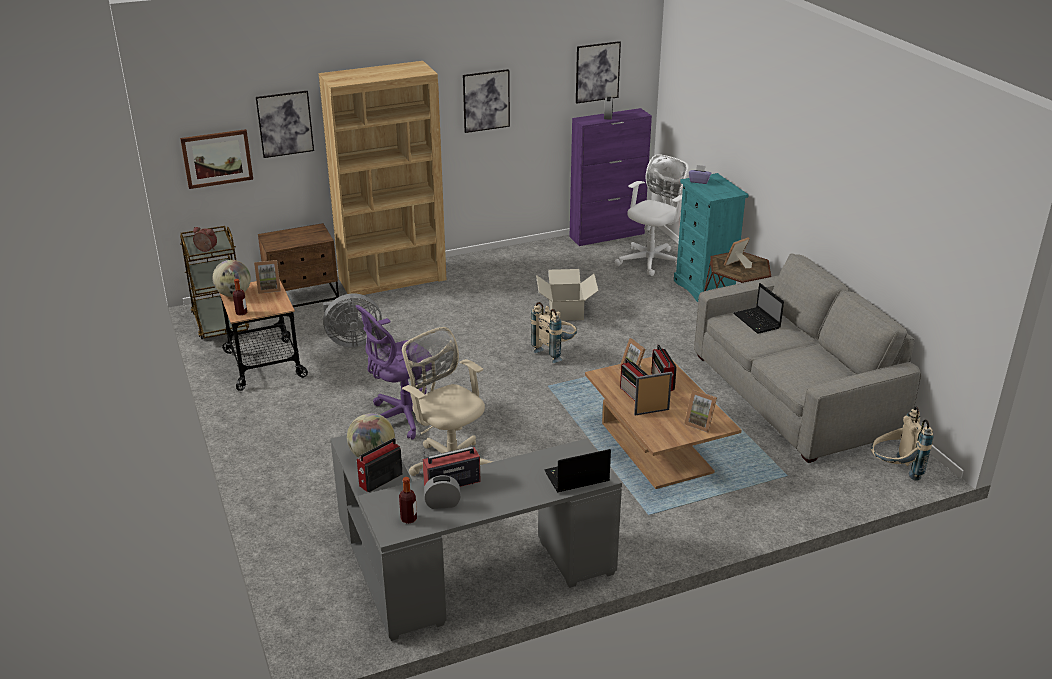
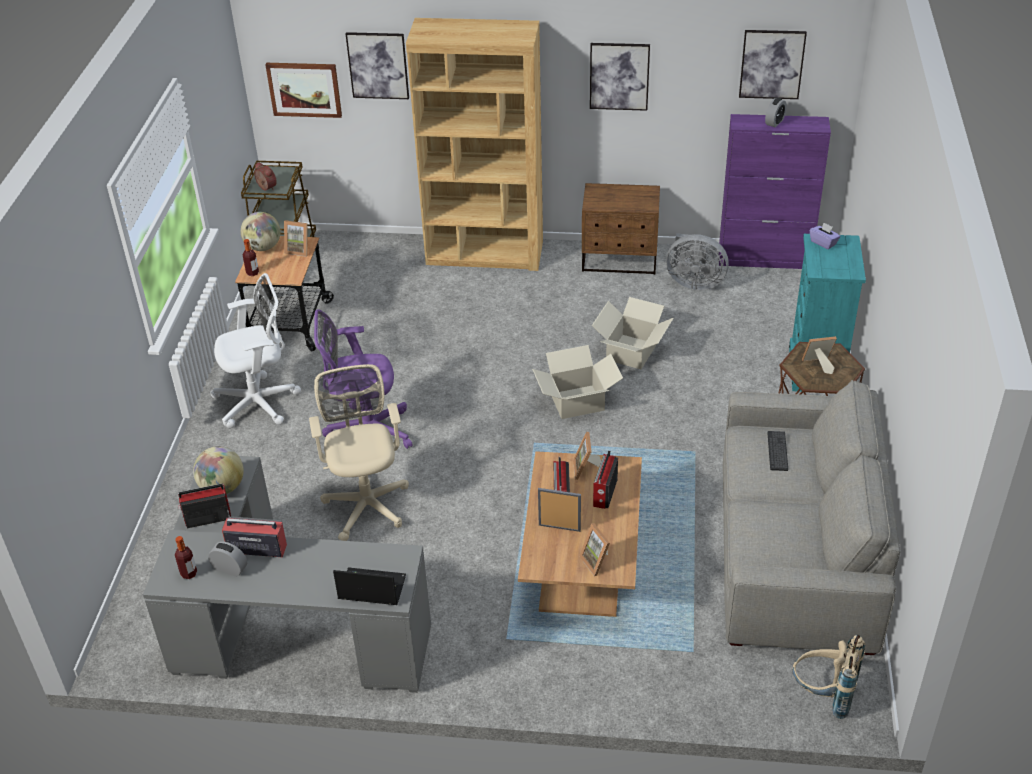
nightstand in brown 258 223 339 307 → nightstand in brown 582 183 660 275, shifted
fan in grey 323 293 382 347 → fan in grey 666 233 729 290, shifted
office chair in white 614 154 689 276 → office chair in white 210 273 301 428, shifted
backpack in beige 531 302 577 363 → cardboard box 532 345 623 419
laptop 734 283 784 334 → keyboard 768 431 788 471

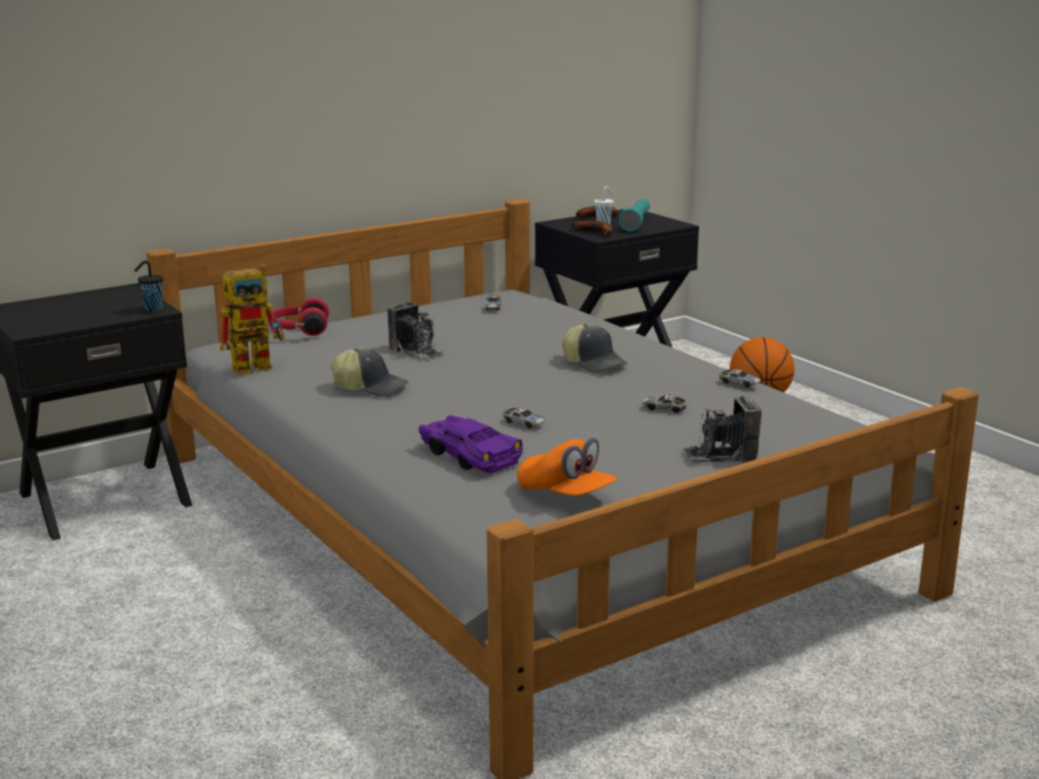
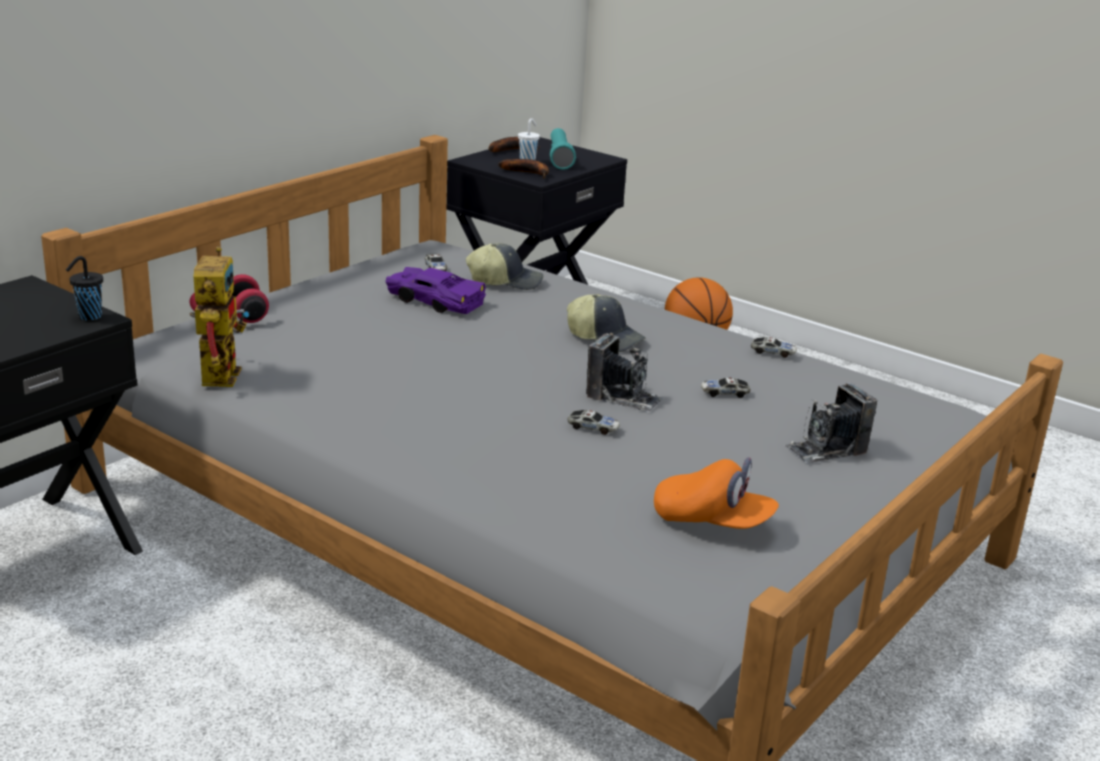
cap 330 348 409 397 → cap 466 243 544 290, shifted
photo camera 388 301 446 361 → photo camera 586 333 663 413, shifted
toy car in purple 418 415 523 474 → toy car in purple 385 267 486 314, shifted
toy robot 220 264 284 374 → toy robot 190 247 249 387, 45 degrees counterclockwise

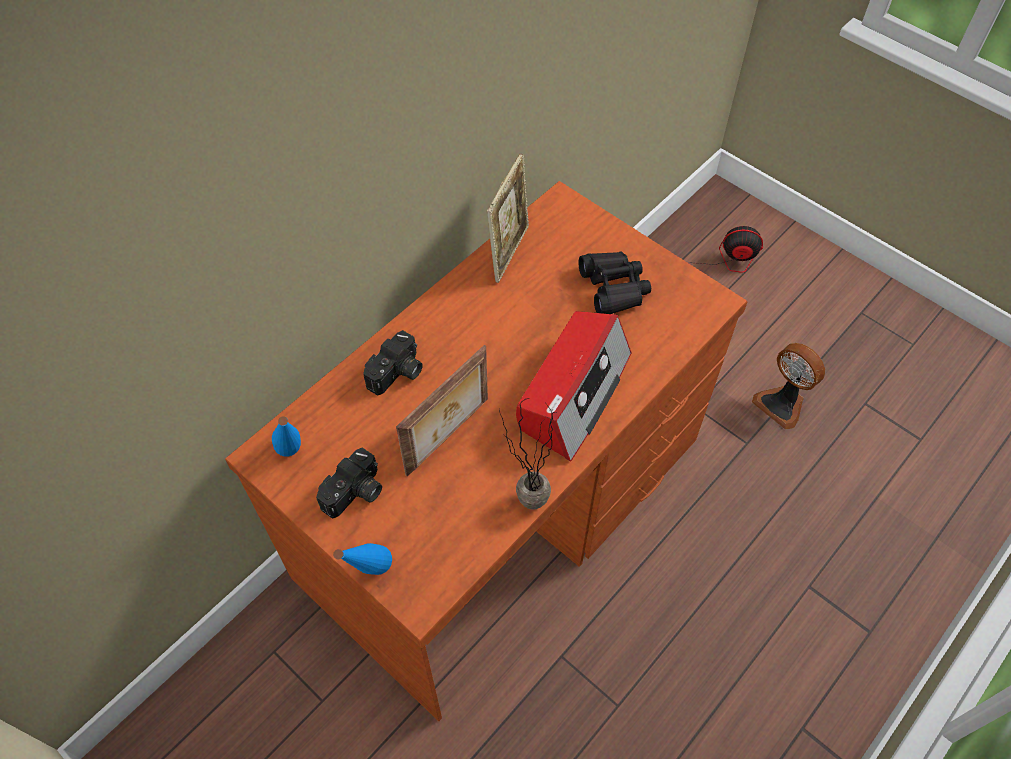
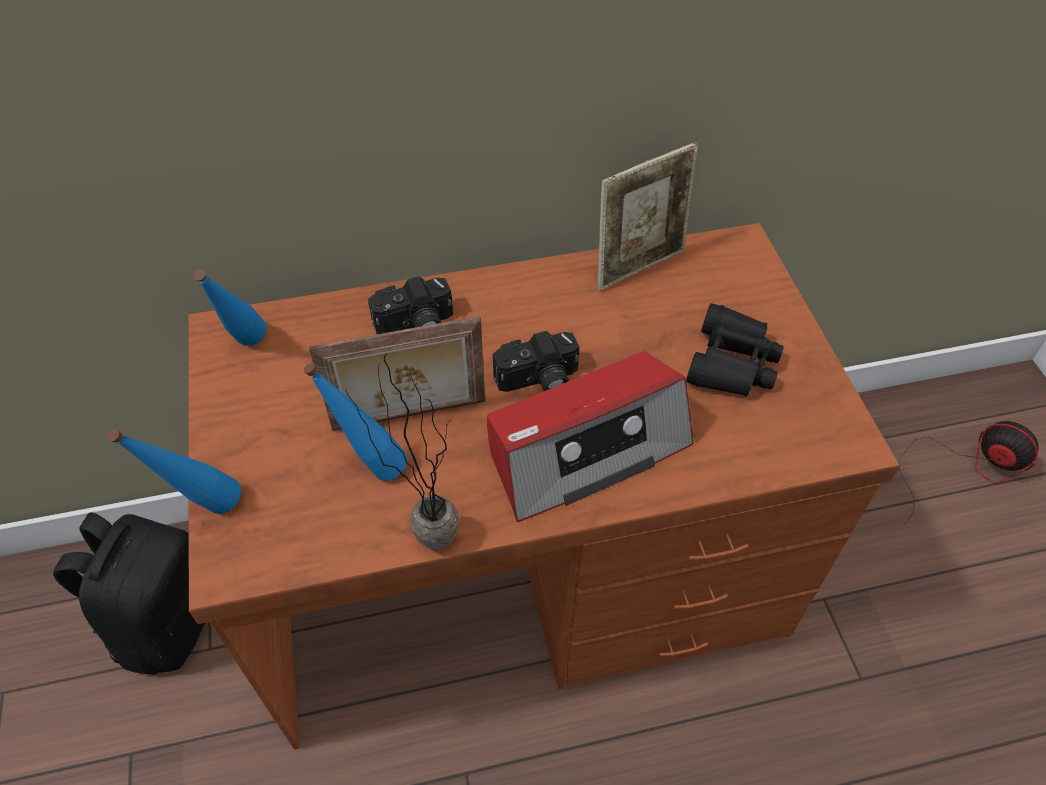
fan 752 343 825 429 → -
- → backpack in black 53 512 205 675
- → bottle in blue 303 363 408 481
photo camera 316 447 382 519 → photo camera 493 331 580 392, shifted

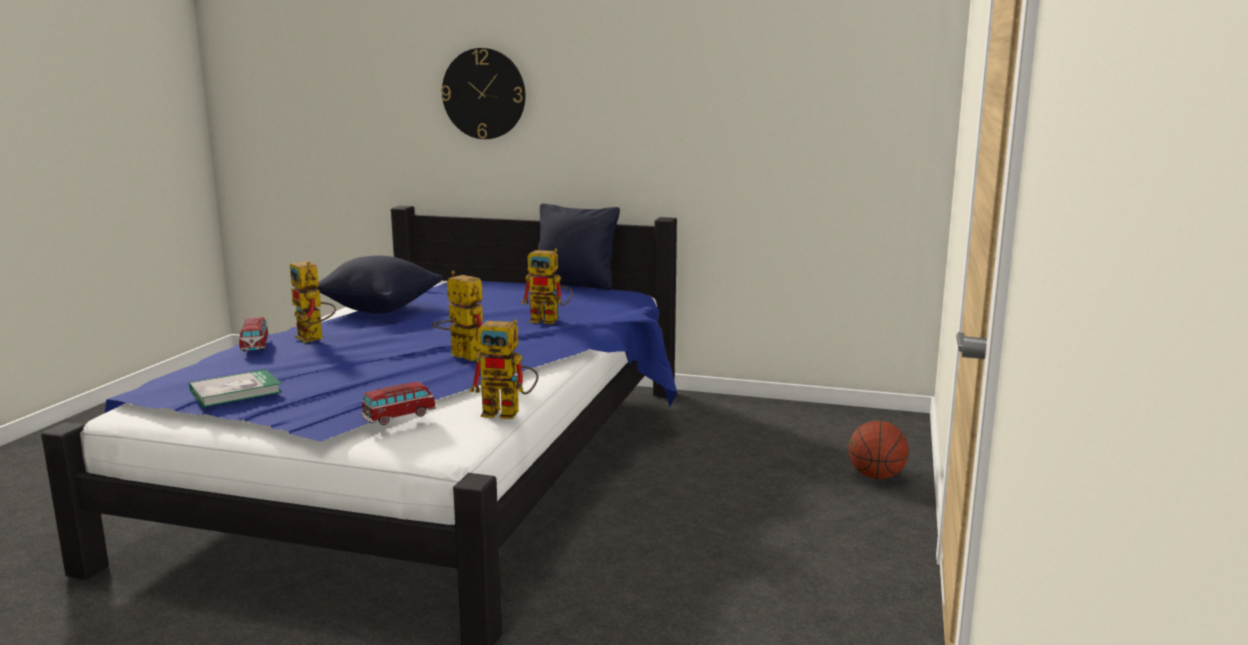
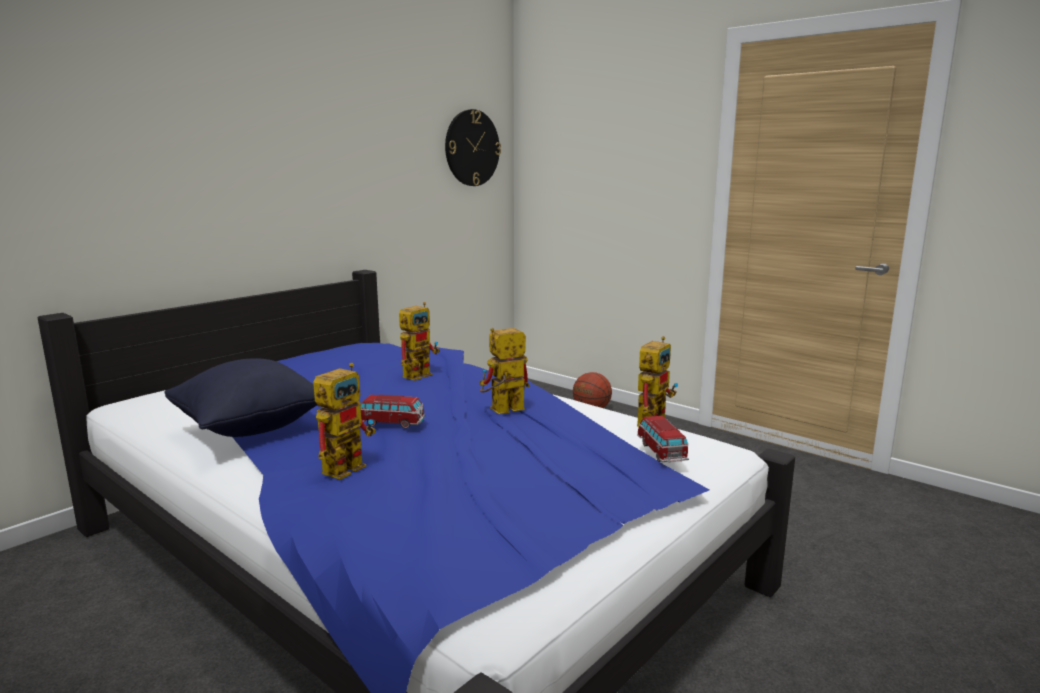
book 189 369 282 407 → -
pillow in black 537 203 620 290 → -
toy car 239 317 269 351 → toy car 361 395 425 429, shifted
wall clock 441 48 526 139 → wall clock 445 109 501 186, shifted
toy robot 290 261 336 343 → toy robot 313 363 376 480, 45 degrees counterclockwise

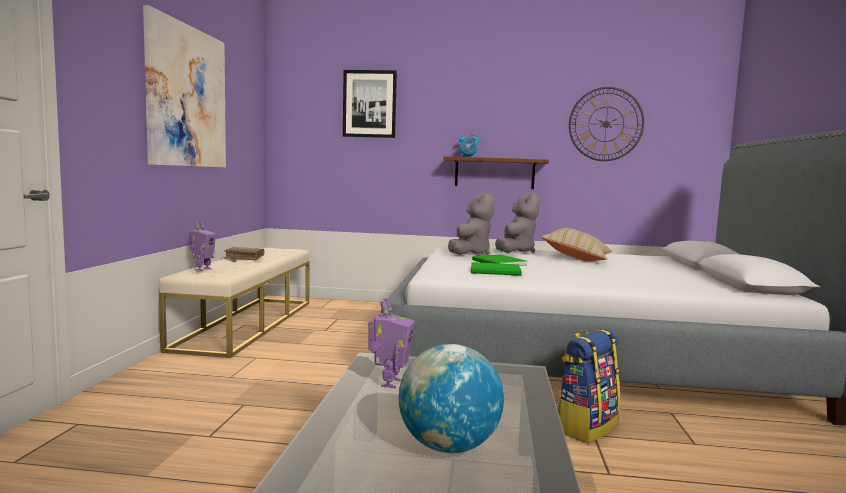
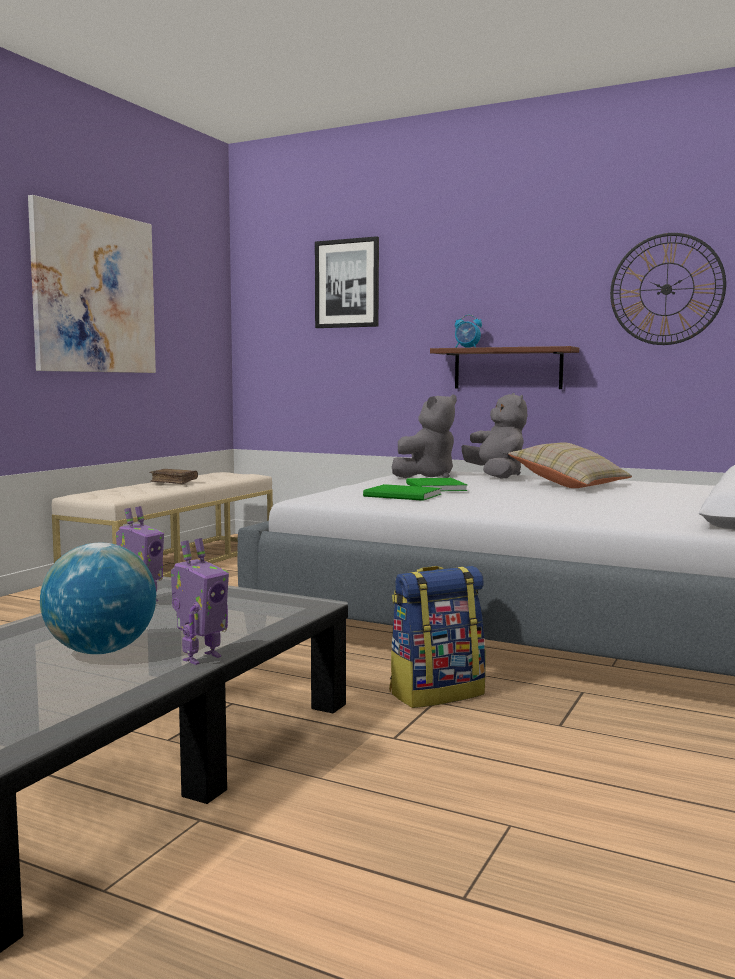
toy robot 189 220 216 271 → toy robot 171 538 229 665, shifted
plush toy in grey 495 193 540 253 → plush toy in grey 462 393 527 479, 60 degrees counterclockwise

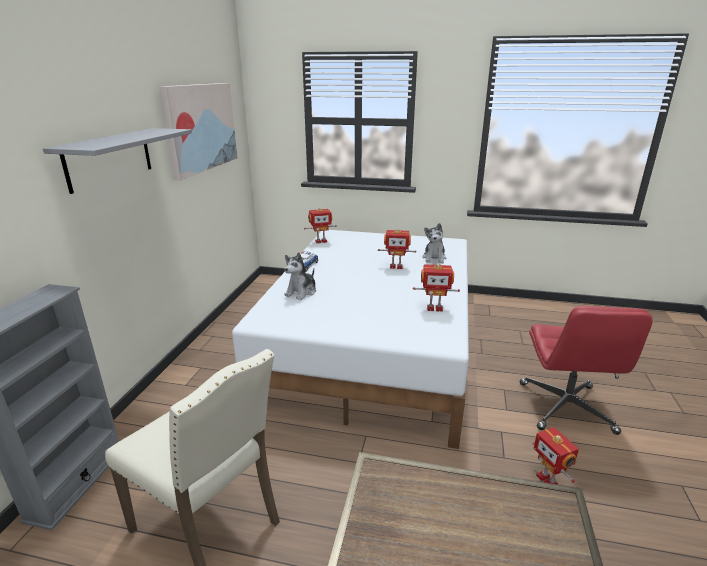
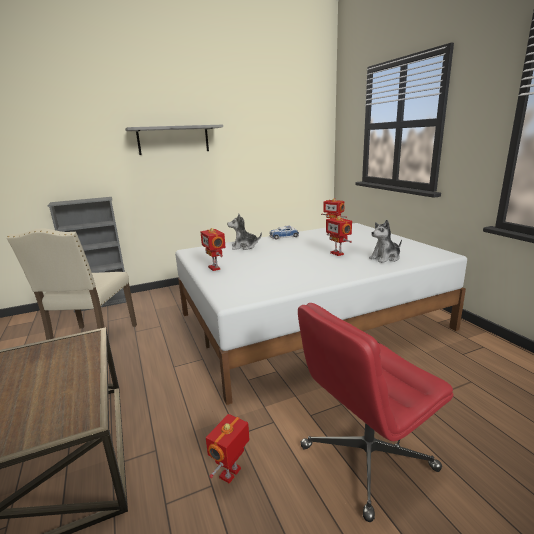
picture 160 83 238 181 → -
toy robot 413 264 460 312 → toy robot 200 228 226 271, shifted

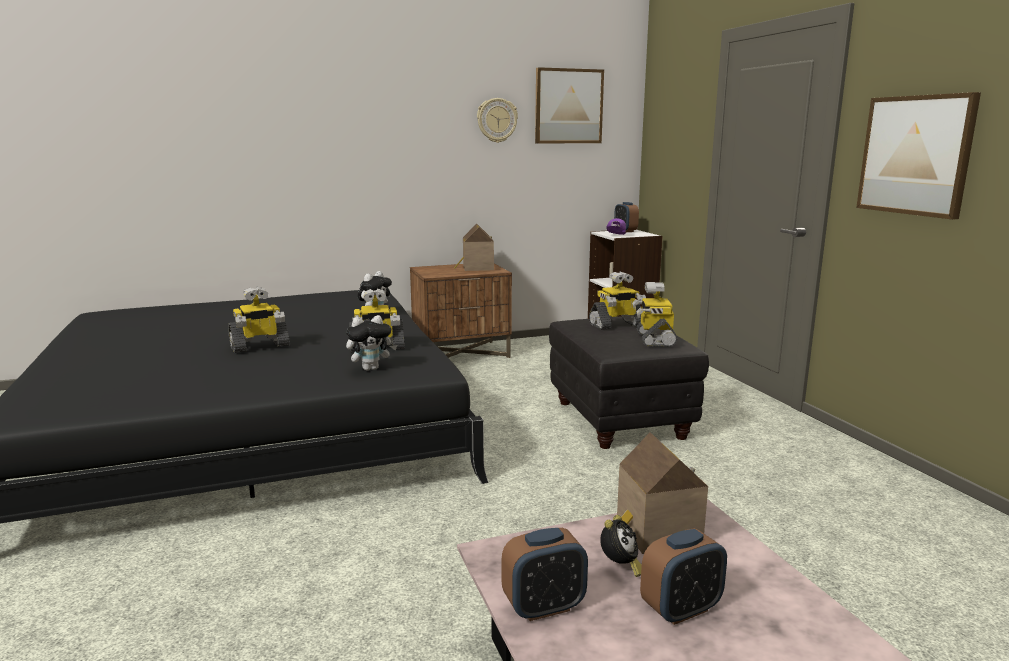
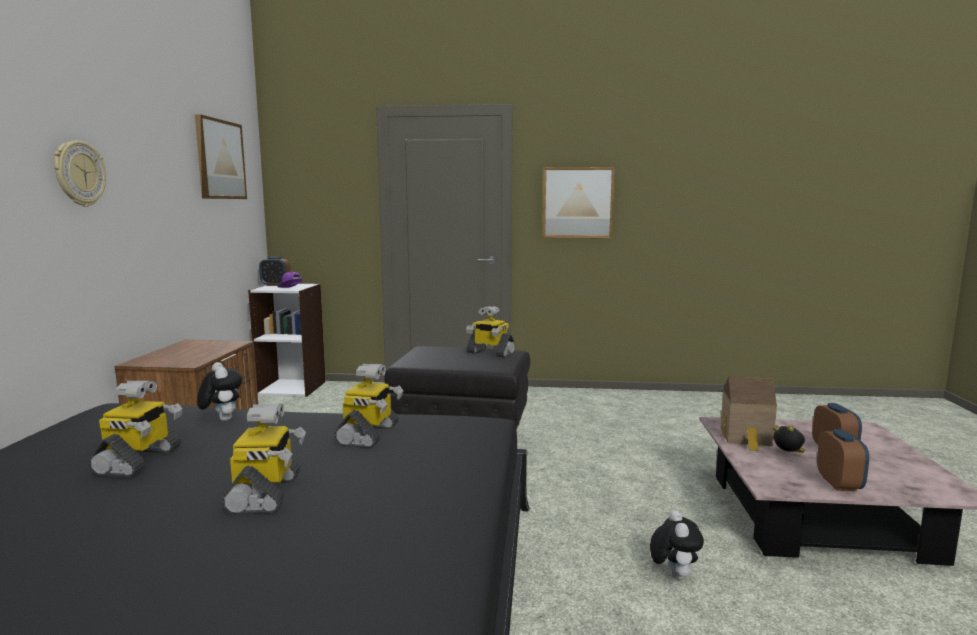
toy house 454 224 494 271 → -
plush toy 346 315 397 371 → plush toy 650 510 704 580, shifted
wall clock 477 98 518 143 → wall clock 54 141 106 207, shifted
toy robot 589 272 646 330 → toy robot 88 381 183 477, shifted

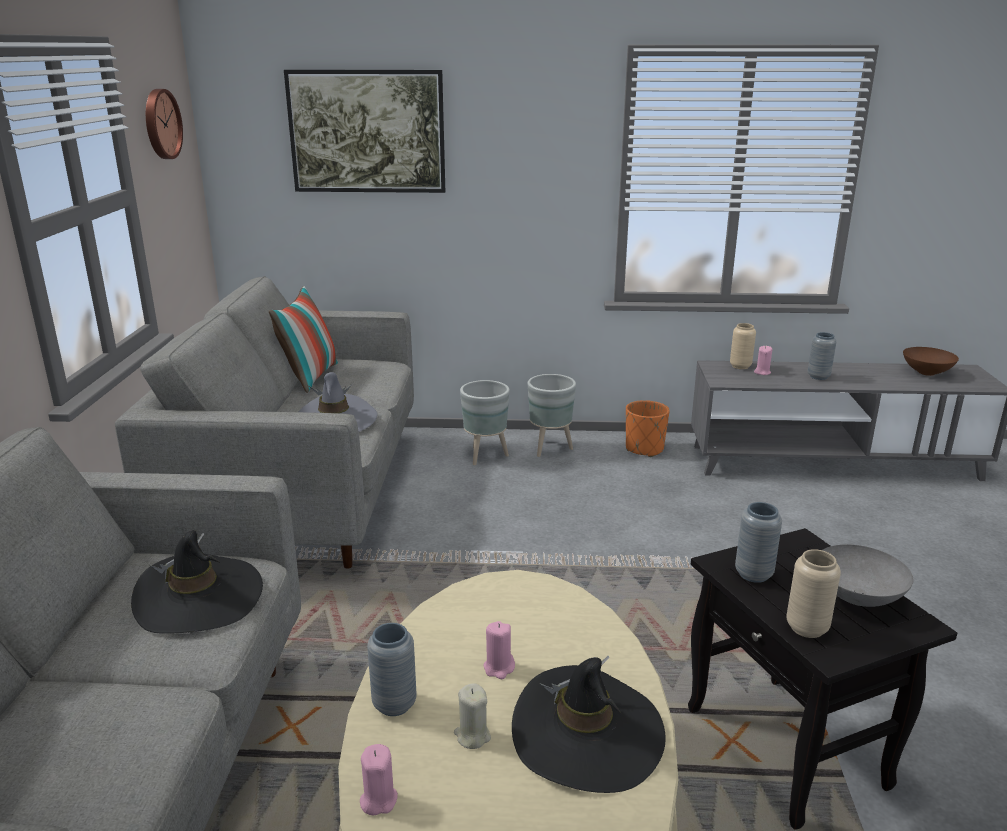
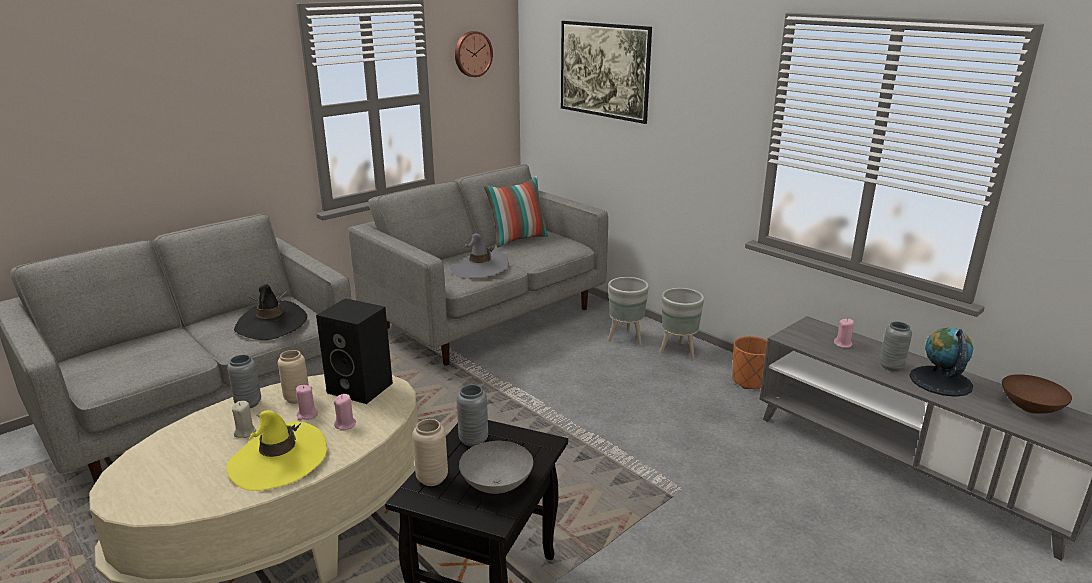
- → speaker in black 316 298 393 404
- → globe 909 327 973 397
candle in pink 360 744 398 815 → candle in pink 334 394 356 431, shifted
vase in beige 730 323 756 369 → vase in beige 278 350 309 404, shifted
hat in black 512 656 666 793 → hat in yellow 226 410 327 491

